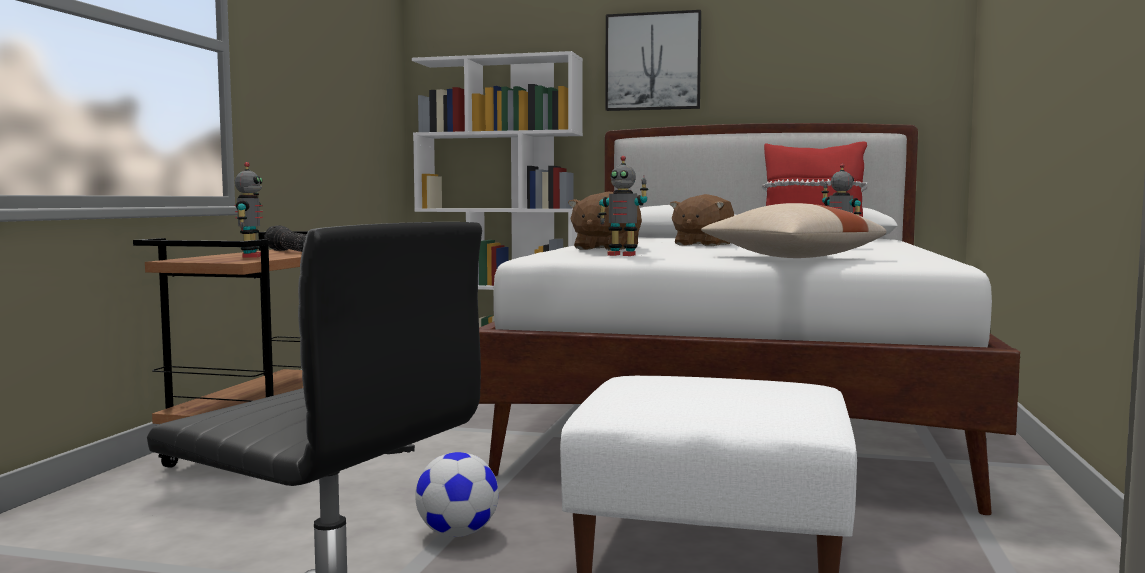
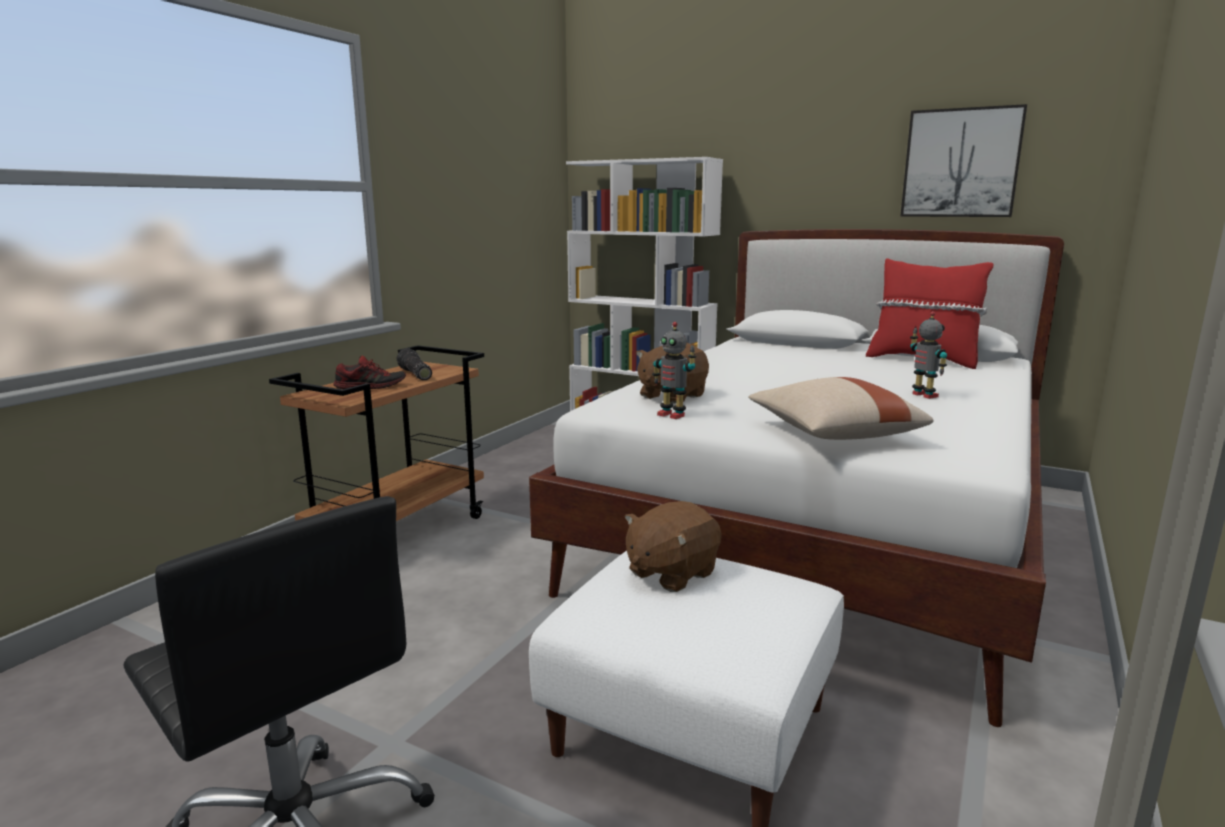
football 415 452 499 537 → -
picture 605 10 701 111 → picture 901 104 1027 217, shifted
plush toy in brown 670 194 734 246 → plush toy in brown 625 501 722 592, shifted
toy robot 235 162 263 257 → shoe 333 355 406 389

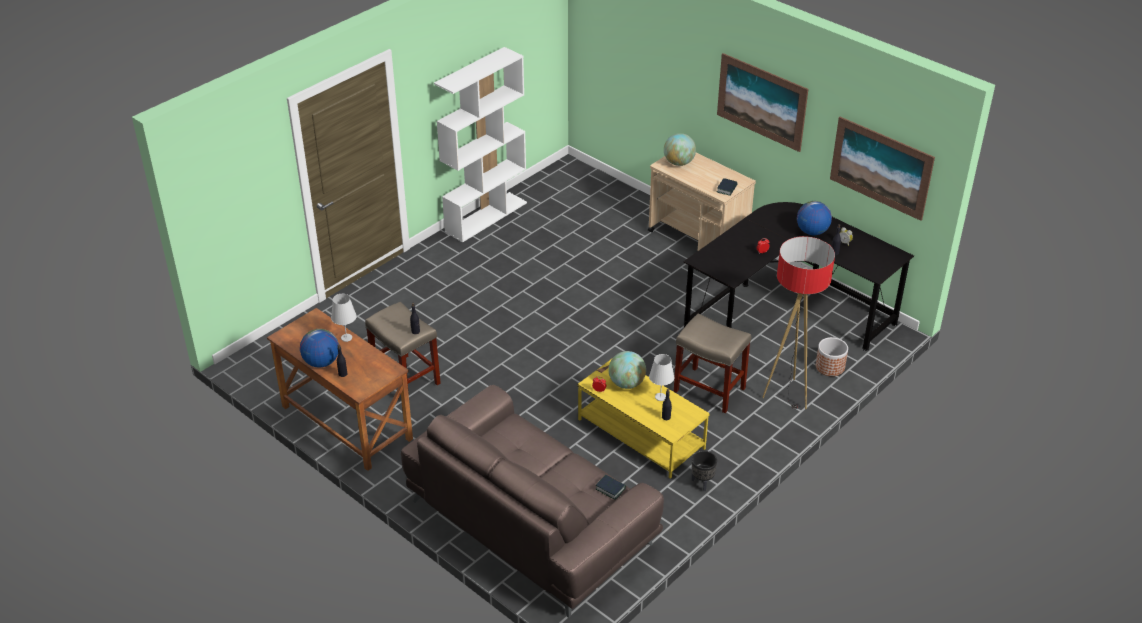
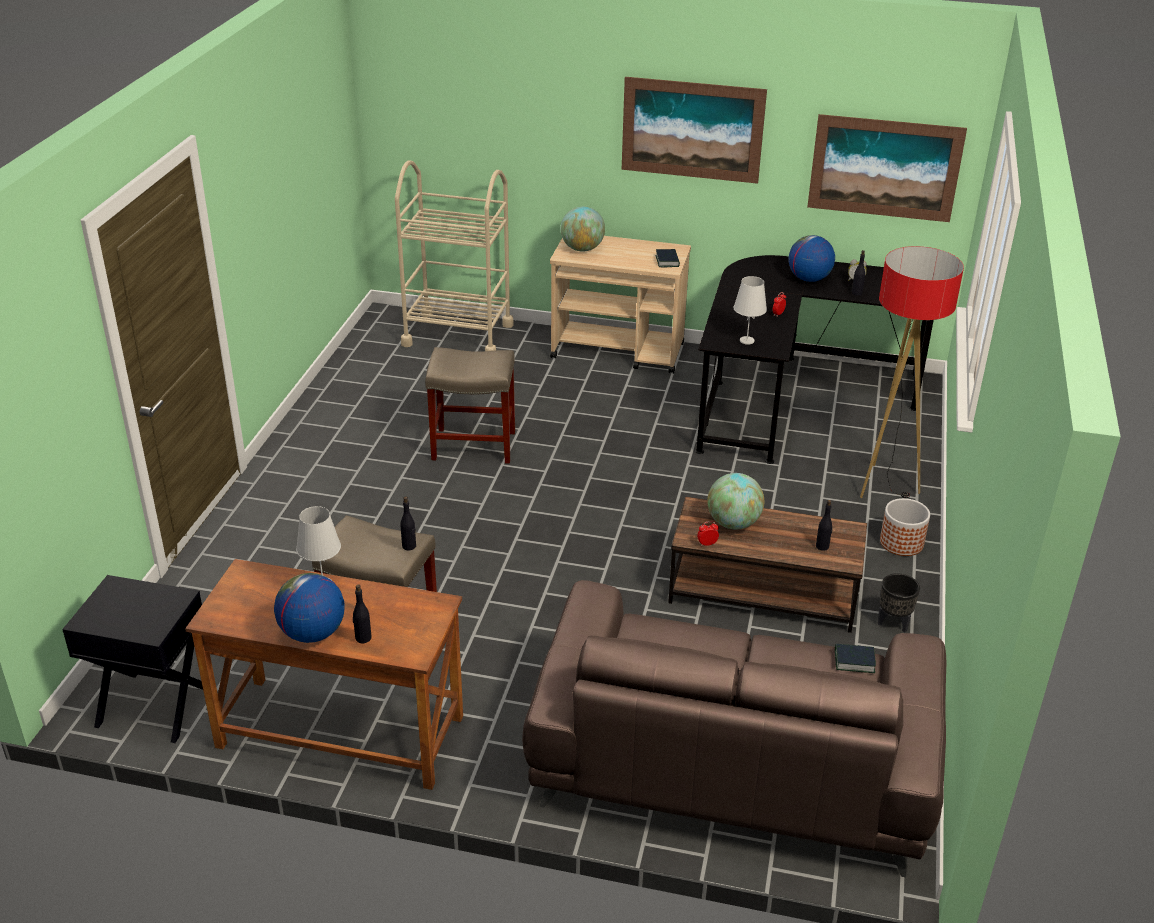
bookcase in white 434 47 527 243 → -
- → nightstand in black 62 575 203 743
- → cart in beige 395 160 514 351
table lamp in white 649 354 674 401 → table lamp in white 733 276 767 345, shifted
stool in beige 674 313 751 413 → stool in beige 425 347 515 464, shifted
planter 816 337 848 376 → planter 880 498 930 556, shifted
coffee table in yellow 578 359 710 479 → coffee table in brown 668 497 867 633

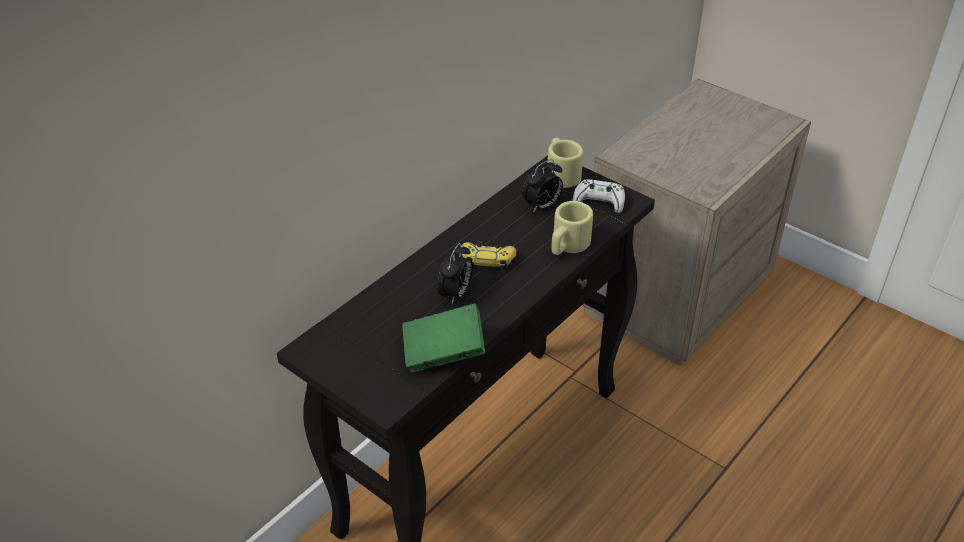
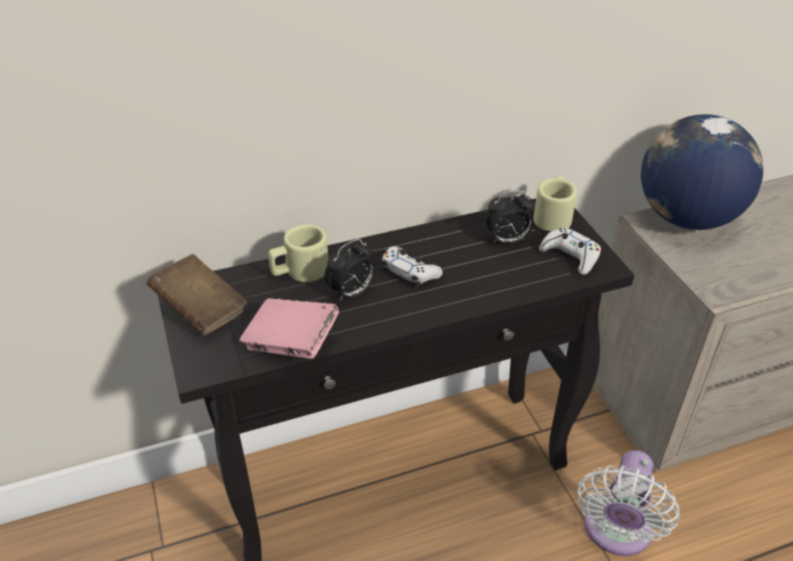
- → book in brown 147 254 247 336
- → fan in white 578 450 680 556
- → globe 641 114 763 230
mug in beige 551 201 593 255 → mug in beige 268 224 328 282, shifted
book in green 402 303 485 372 → book in pink 240 298 339 359
game controller in yellow 462 242 516 270 → game controller in white 382 247 443 287

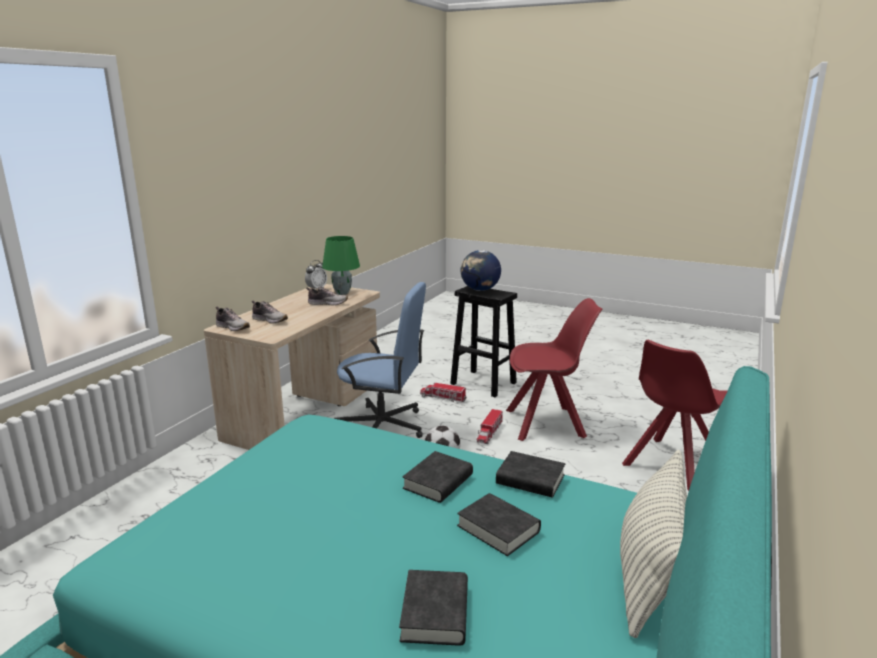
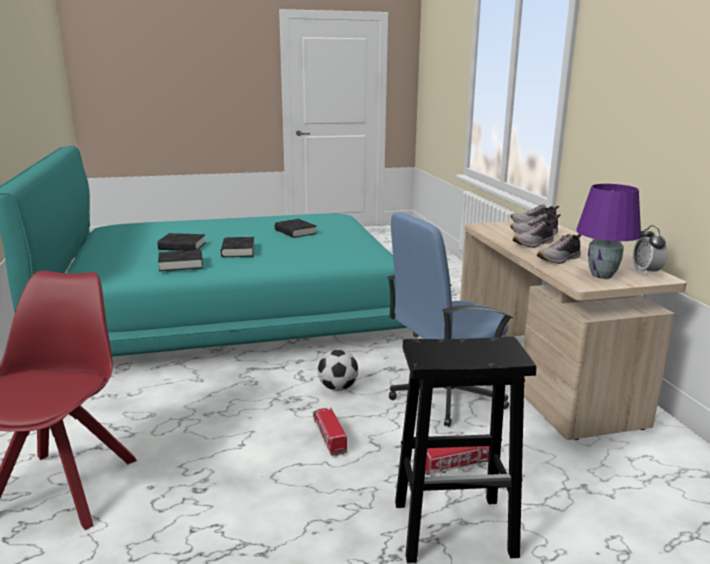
globe 461 250 501 291 → -
chair in red 506 298 602 441 → -
pillow 620 450 687 638 → -
- → shoe 513 220 555 248
book in black 399 570 468 646 → book in black 275 219 317 238, shifted
table lamp in green 322 236 360 295 → table lamp in purple 576 184 641 279

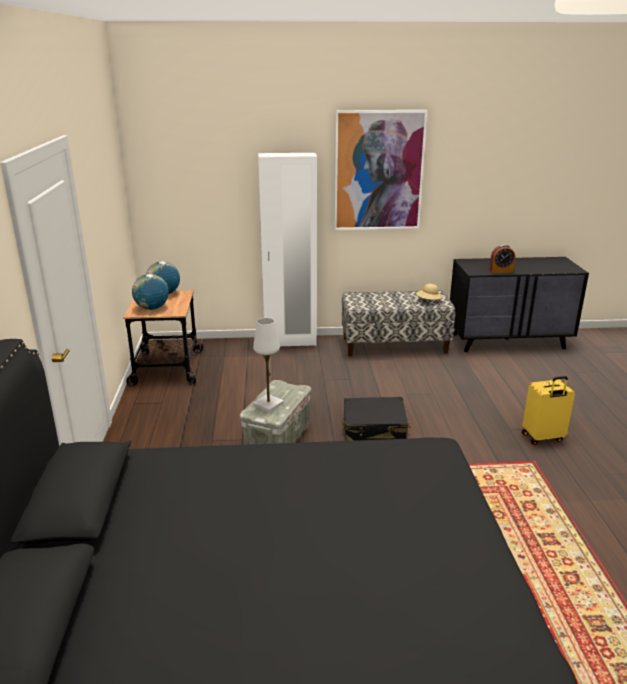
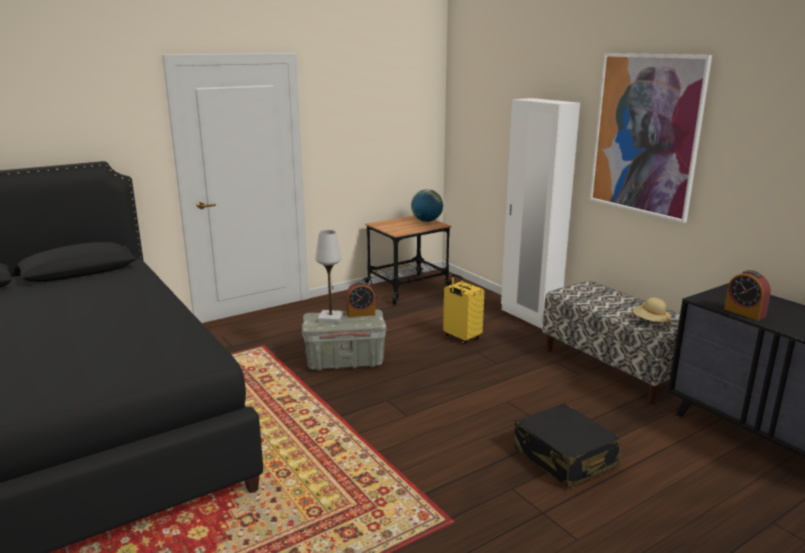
globe 132 274 169 310 → -
- → alarm clock 346 281 375 317
suitcase in black 343 397 411 441 → suitcase in black 514 403 622 488, shifted
suitcase in yellow 522 376 575 445 → suitcase in yellow 443 274 484 344, shifted

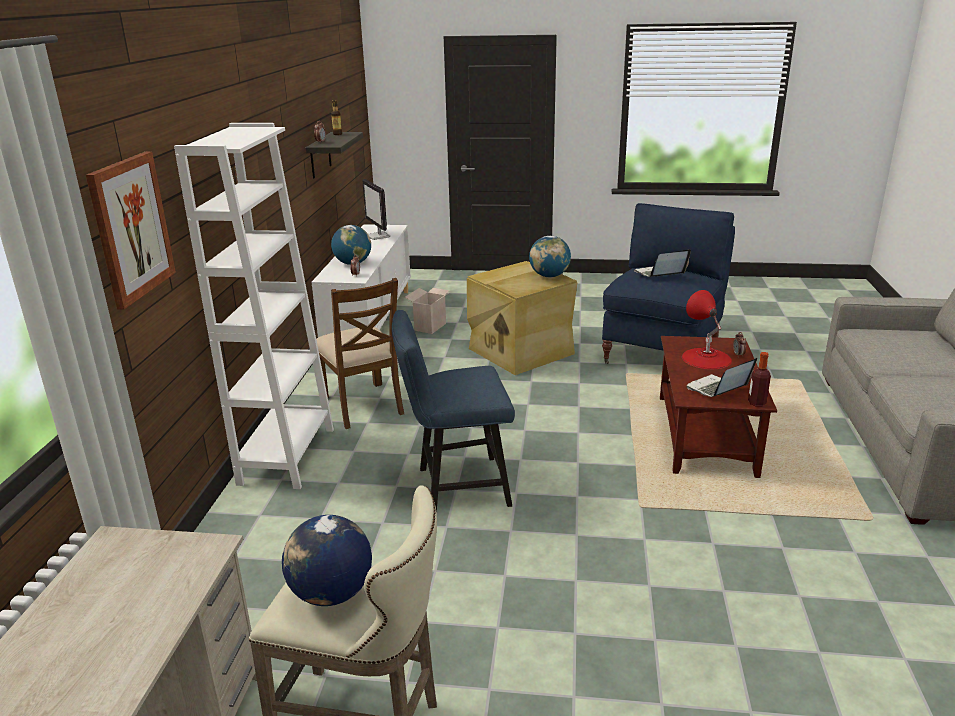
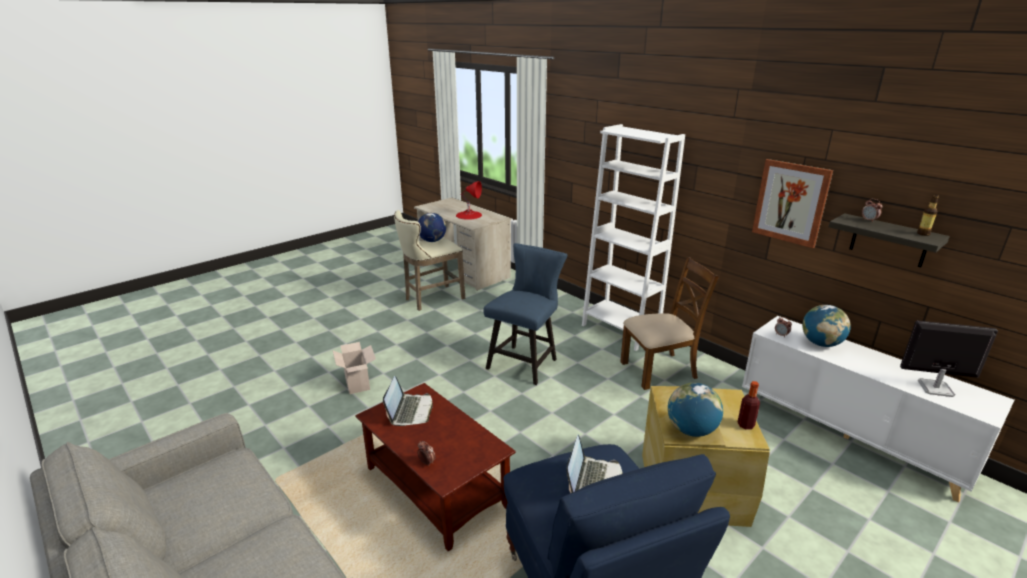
picture 86 152 176 310 → picture 752 159 833 248, shifted
cardboard box 405 288 450 334 → cardboard box 333 342 376 394, shifted
table lamp in red 682 290 732 369 → table lamp in red 456 181 482 220, shifted
bottle 748 352 771 407 → bottle 737 381 760 430, shifted
chair in brown 316 278 404 429 → chair in brown 620 257 719 390, 150 degrees clockwise

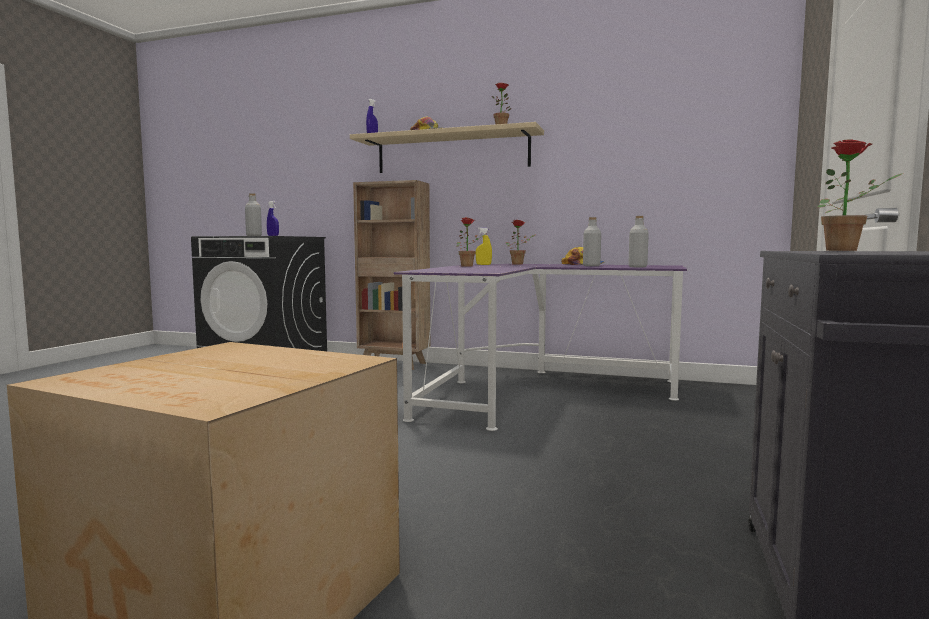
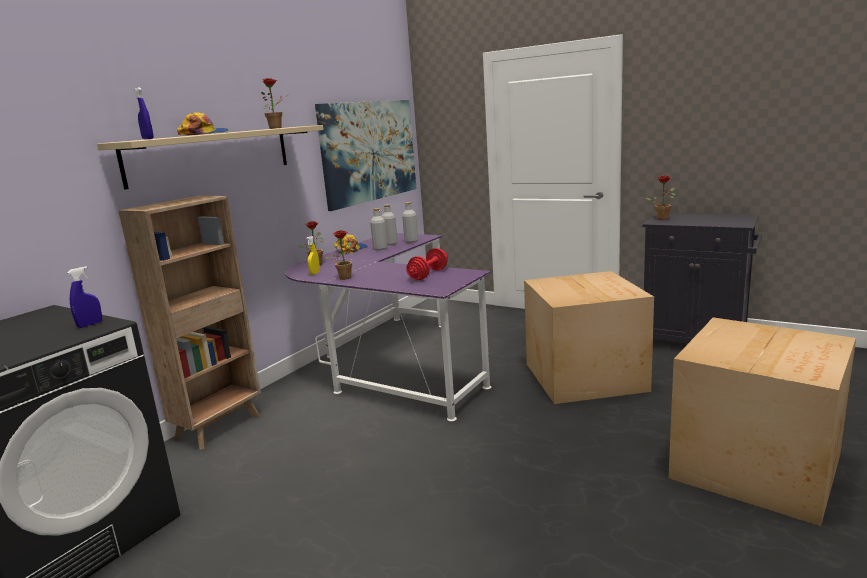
- → picture 315 100 417 211
- → dumbbell in red 406 248 448 280
- → cardboard box 524 271 654 404
bottle in grey 245 193 262 236 → bottle in grey 381 204 398 245, shifted

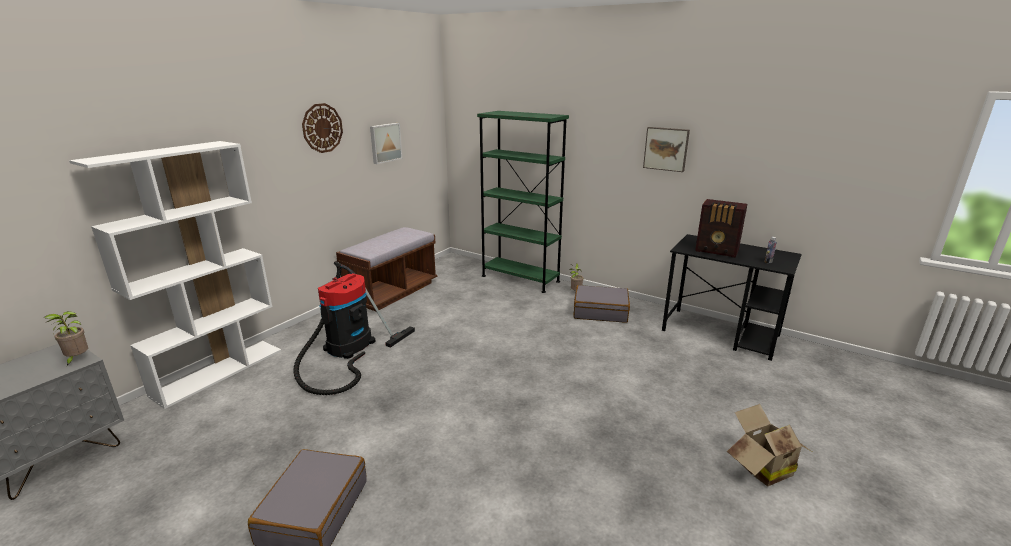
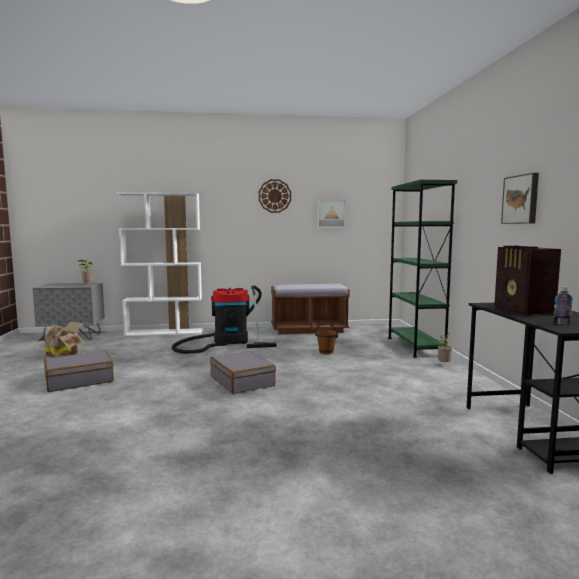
- → bucket in brown 315 323 338 354
suitcase in grey 573 285 630 323 → suitcase in grey 210 351 276 394, shifted
cardboard box 727 404 811 486 → cardboard box 37 322 84 357, shifted

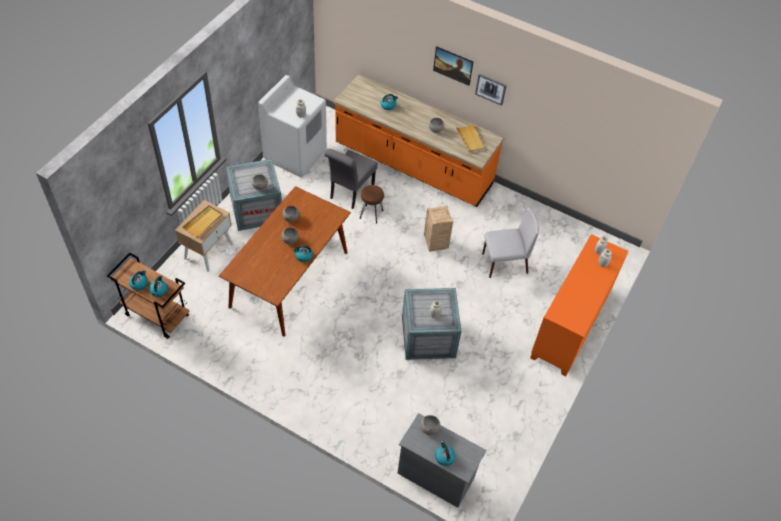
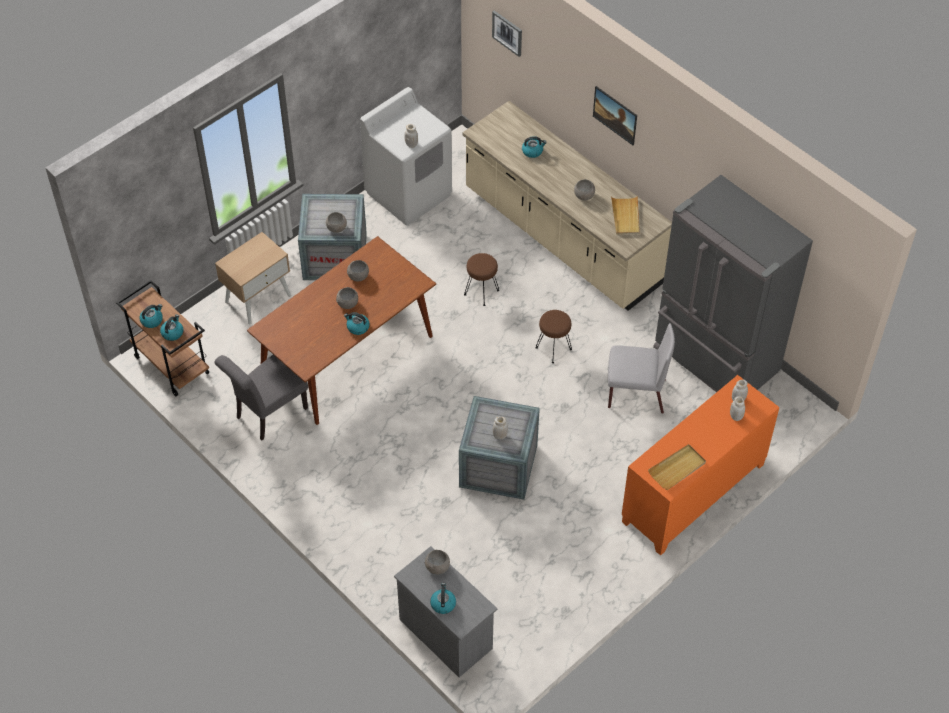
- → fridge in grey 653 175 813 392
tray in beige 182 205 222 237 → tray in beige 648 444 706 490, shifted
chair in grey 324 149 378 209 → chair in grey 214 355 308 441, shifted
picture 475 73 507 106 → picture 492 11 522 57, shifted
crate 424 205 453 252 → stool in brown 535 310 572 363
counter in orange 334 74 504 207 → counter in beige 463 101 672 311

